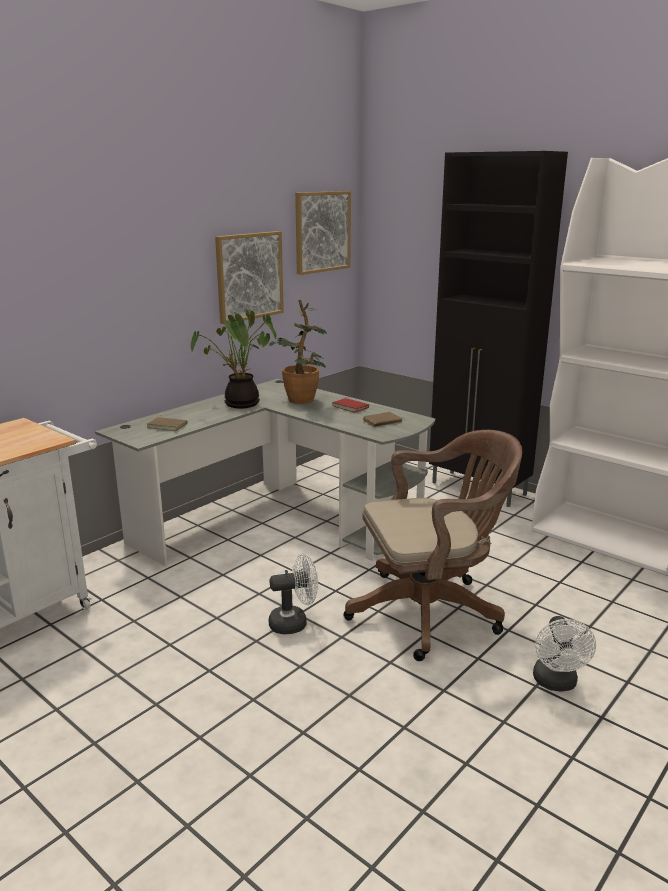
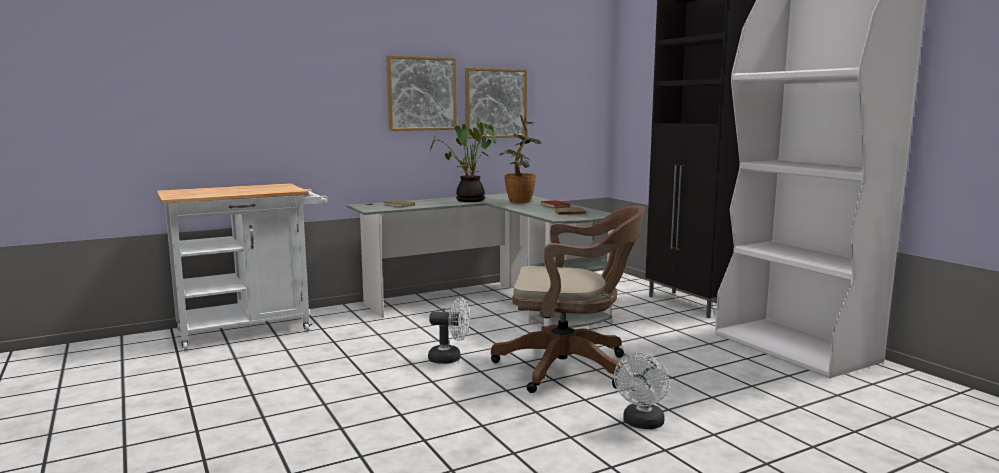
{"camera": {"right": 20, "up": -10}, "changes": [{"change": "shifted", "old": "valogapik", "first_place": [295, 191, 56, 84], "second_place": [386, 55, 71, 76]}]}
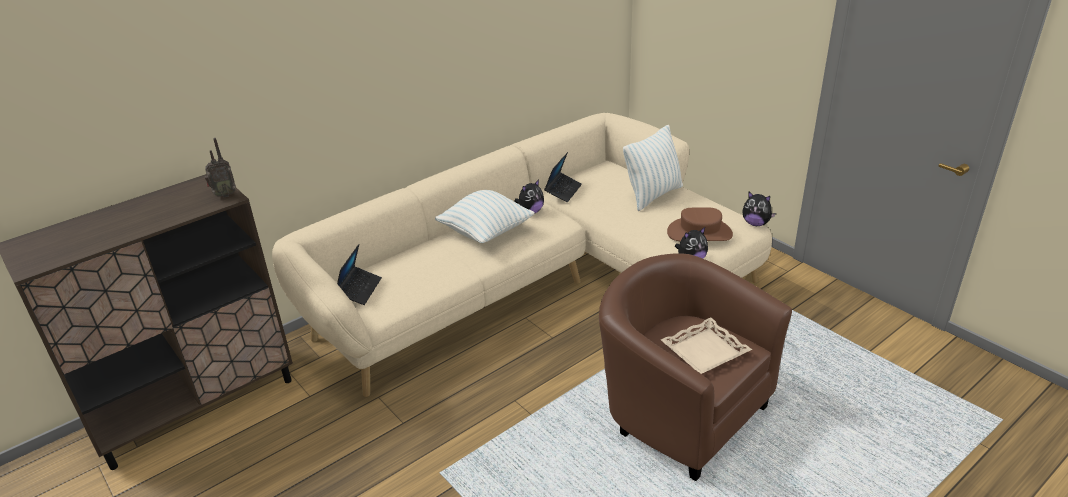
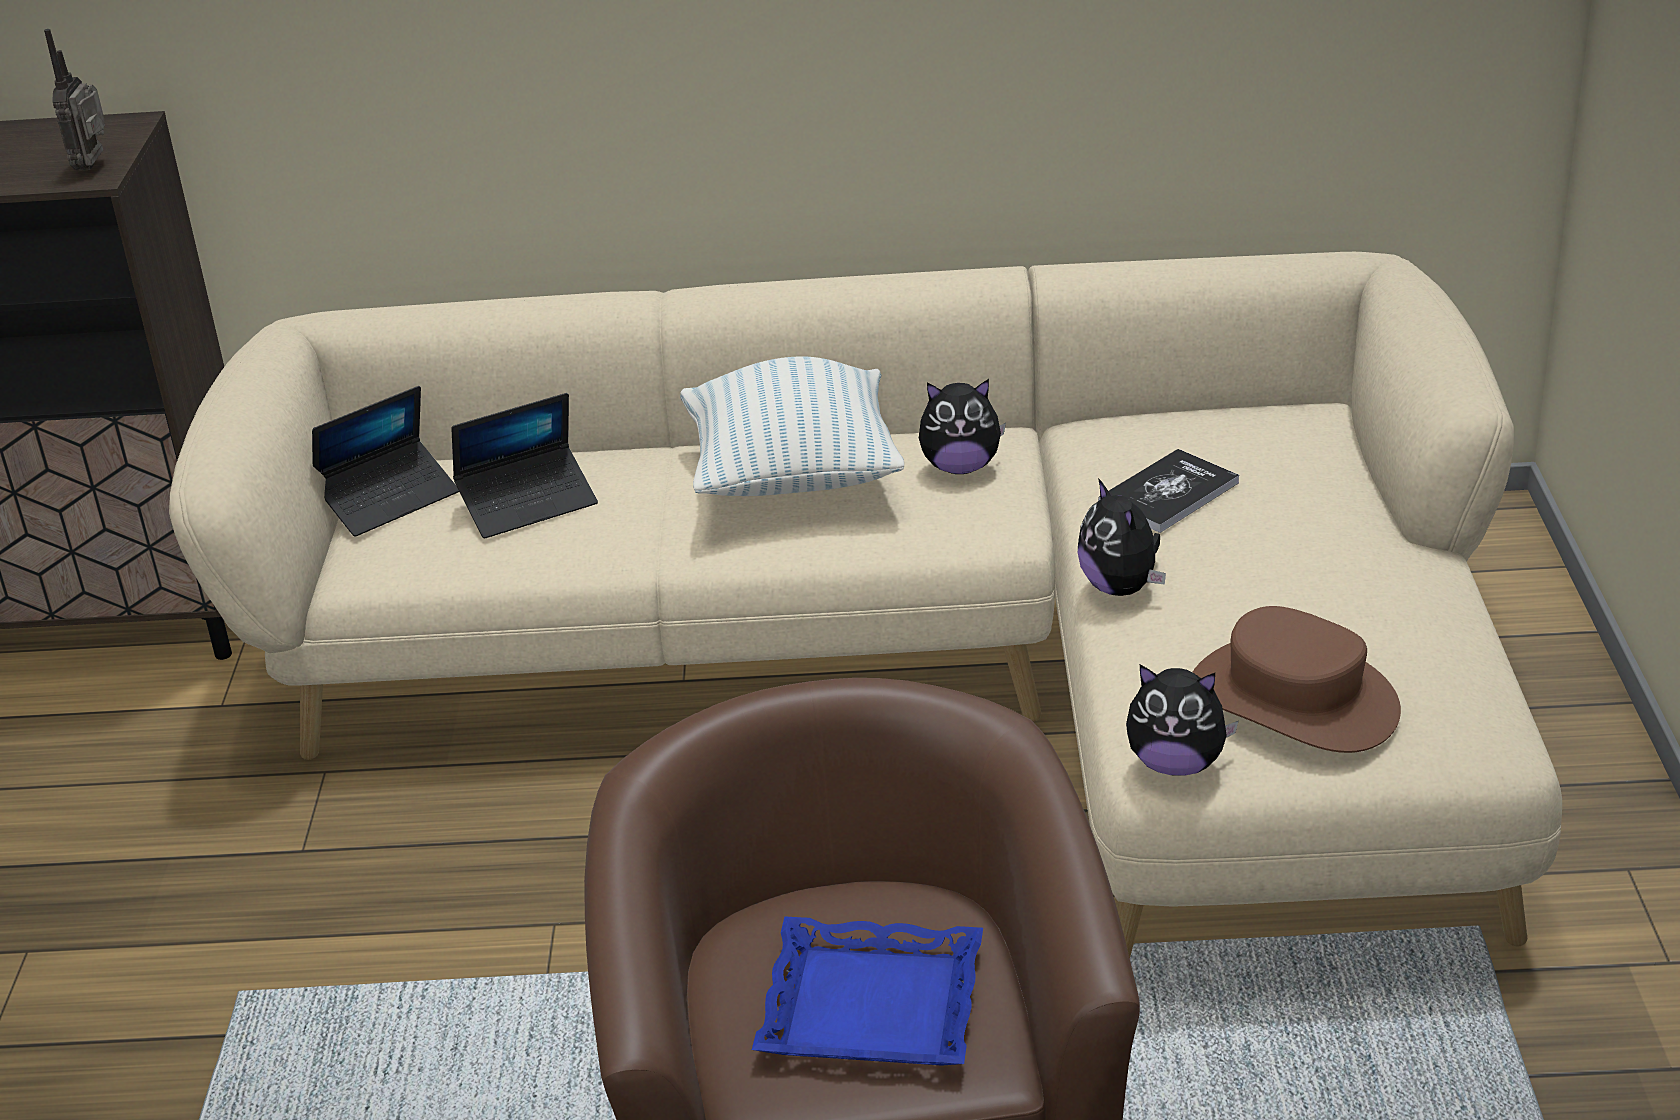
{"camera": {"right": 40, "up": 0}, "changes": [{"change": "rotated", "old": "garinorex", "first_place": [205, 138, 31, 60], "second_place": [44, 29, 61, 142], "degrees": 75}, {"change": "shifted", "old": "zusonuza", "first_place": [544, 152, 38, 50], "second_place": [452, 393, 146, 145]}, {"change": "gone", "old": "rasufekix", "first_place": [623, 125, 60, 86]}, {"change": "repainted", "old": "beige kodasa", "new": "blue kodasa", "first_place": [661, 318, 91, 56], "second_place": [752, 916, 231, 150]}, {"change": "shifted", "old": "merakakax", "first_place": [743, 192, 33, 34], "second_place": [1078, 478, 88, 118]}, {"change": "new", "new": "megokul", "second_place": [1098, 449, 141, 84]}]}
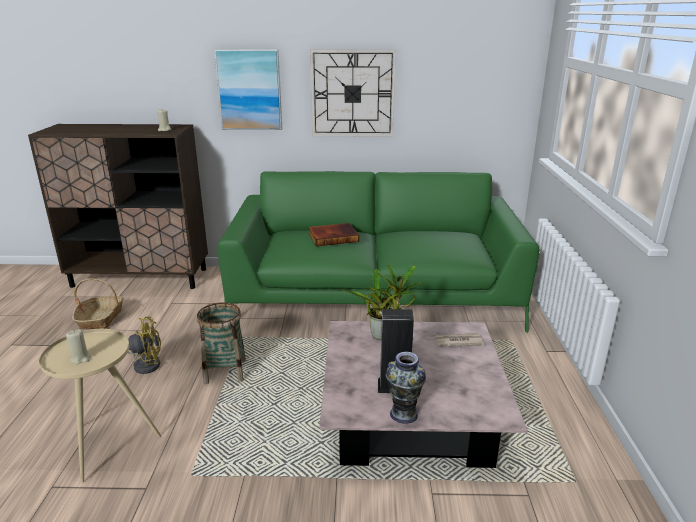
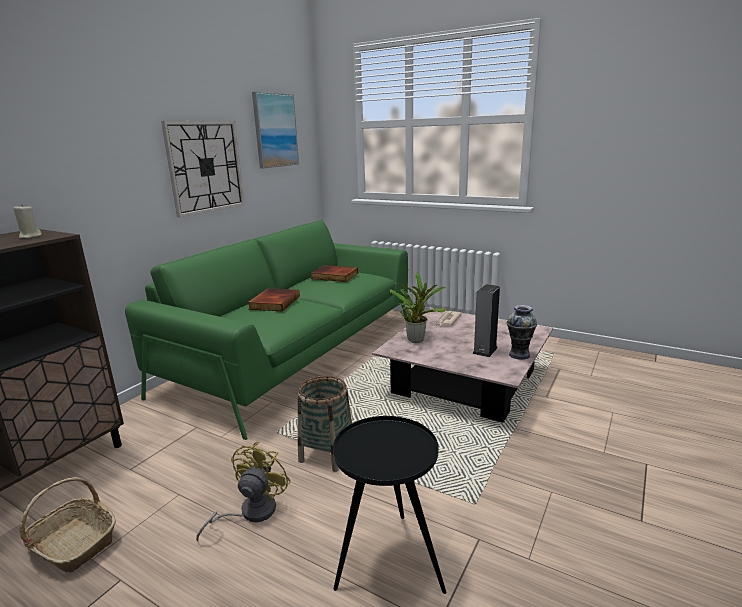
{"camera": {"right": -60, "up": -5}, "changes": [{"change": "repainted", "old": "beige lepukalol", "new": "black lepukalol", "first_place": [39, 329, 122, 154], "second_place": [333, 416, 113, 178]}, {"change": "gone", "old": "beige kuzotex", "first_place": [66, 329, 25, 35]}, {"change": "shifted", "old": "valogapik", "first_place": [214, 49, 68, 81], "second_place": [252, 92, 47, 76]}, {"change": "new", "new": "megokul", "second_place": [311, 265, 47, 17]}]}
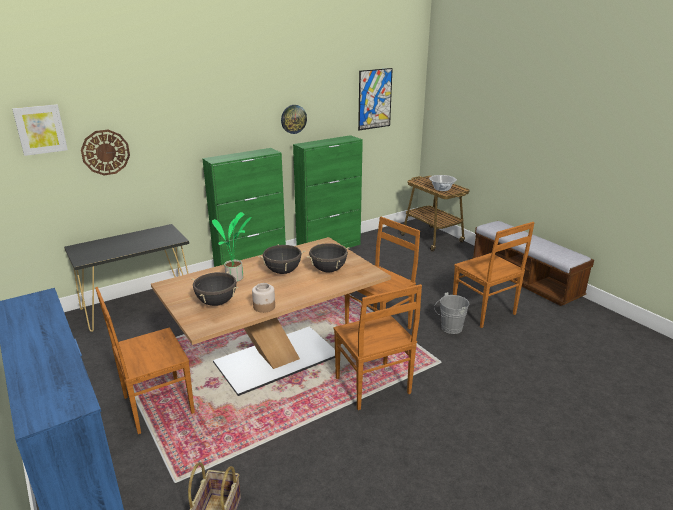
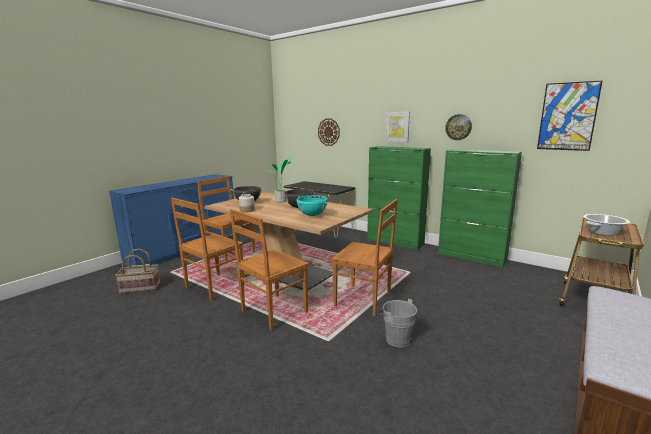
{"camera": {"right": 70, "up": -10}, "changes": [{"change": "shifted", "old": "valogapik", "first_place": [12, 104, 56, 52], "second_place": [385, 112, 25, 30]}, {"change": "repainted", "old": "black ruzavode", "new": "turquoise ruzavode", "first_place": [307, 243, 42, 29], "second_place": [296, 195, 32, 21]}, {"change": "shifted", "old": "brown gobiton", "first_place": [453, 222, 82, 106], "second_place": [171, 198, 74, 103]}]}
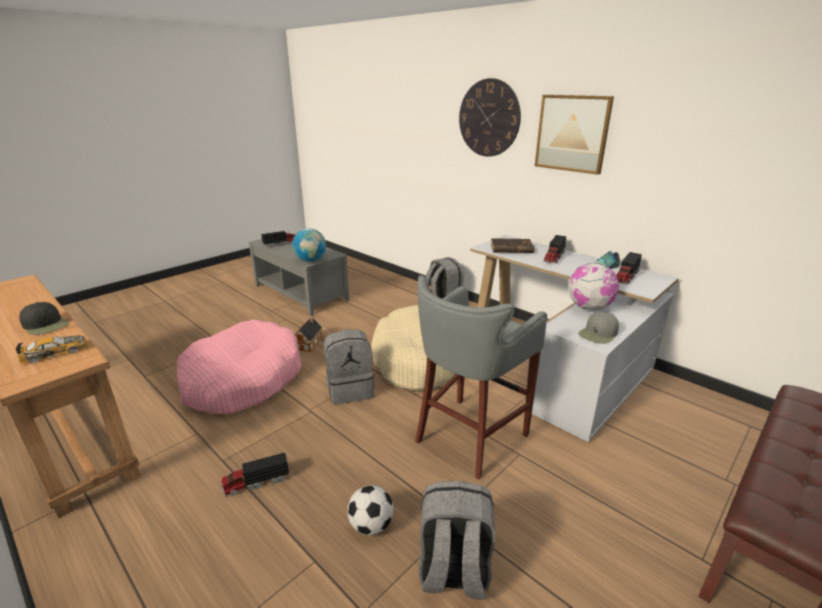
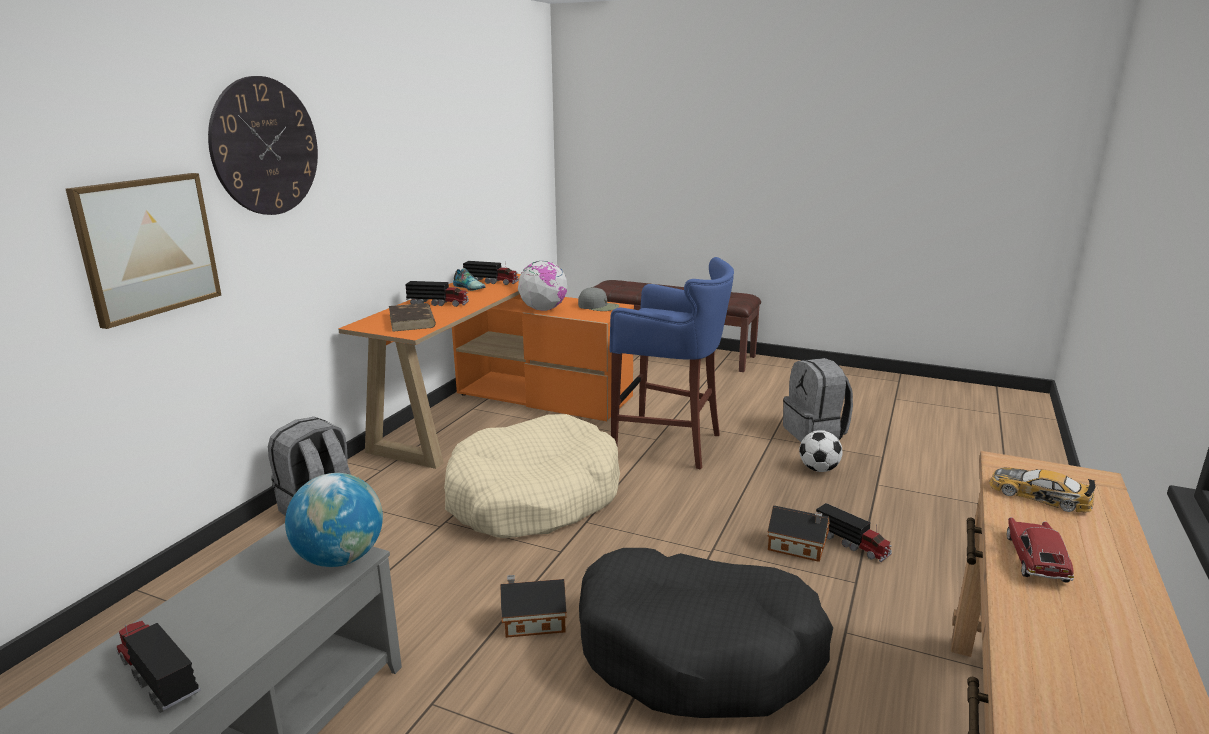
{"camera": {"right": -110, "up": -5}, "changes": [{"change": "swapped", "old": "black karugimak", "new": "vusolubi", "first_place": [19, 302, 50, 33], "second_place": [1007, 517, 67, 66]}, {"change": "repainted", "old": "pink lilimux", "new": "black lilimux", "first_place": [177, 319, 124, 95], "second_place": [579, 548, 254, 170]}, {"change": "gone", "old": "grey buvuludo", "first_place": [324, 330, 50, 75]}, {"change": "repainted", "old": "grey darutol", "new": "blue darutol", "first_place": [415, 275, 132, 205], "second_place": [610, 257, 124, 213]}, {"change": "repainted", "old": "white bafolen", "new": "orange bafolen", "first_place": [470, 235, 209, 208], "second_place": [338, 274, 296, 195]}, {"change": "shifted", "old": "valogapik", "first_place": [535, 95, 79, 80], "second_place": [66, 173, 155, 156]}, {"change": "new", "new": "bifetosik", "second_place": [767, 505, 63, 57]}]}
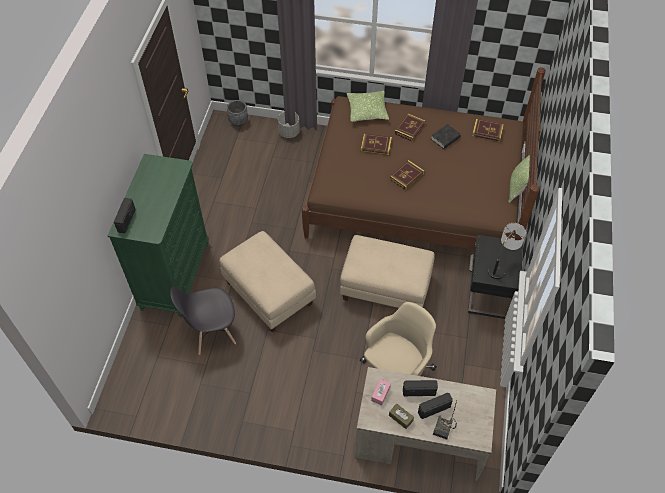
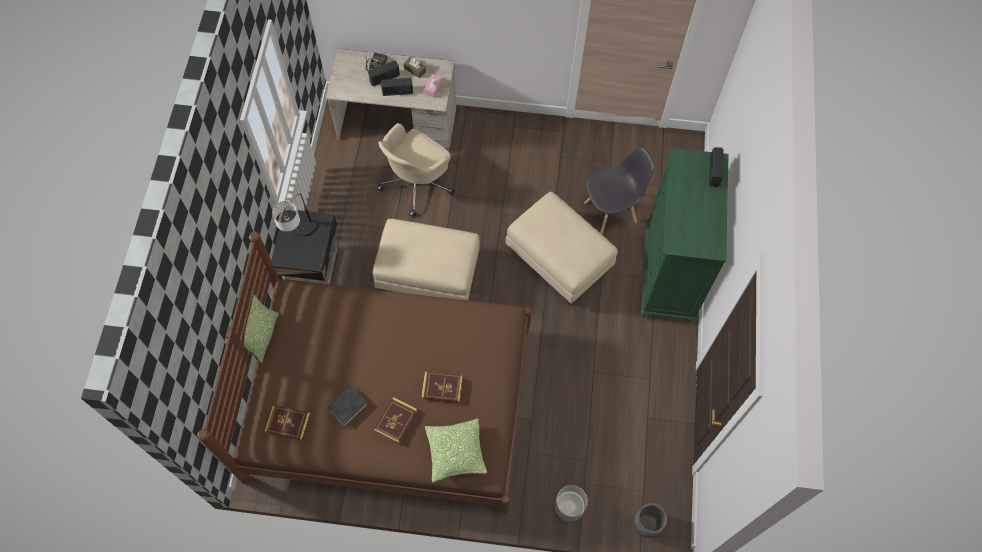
{"camera": {"right": 175, "up": 10}, "changes": [{"change": "gone", "old": "megokul", "first_place": [390, 160, 35, 30]}]}
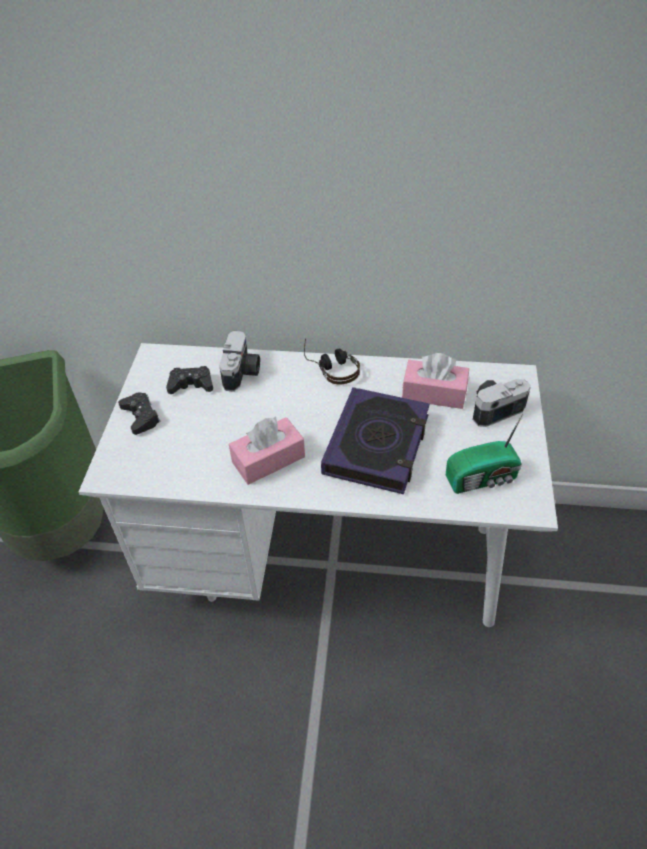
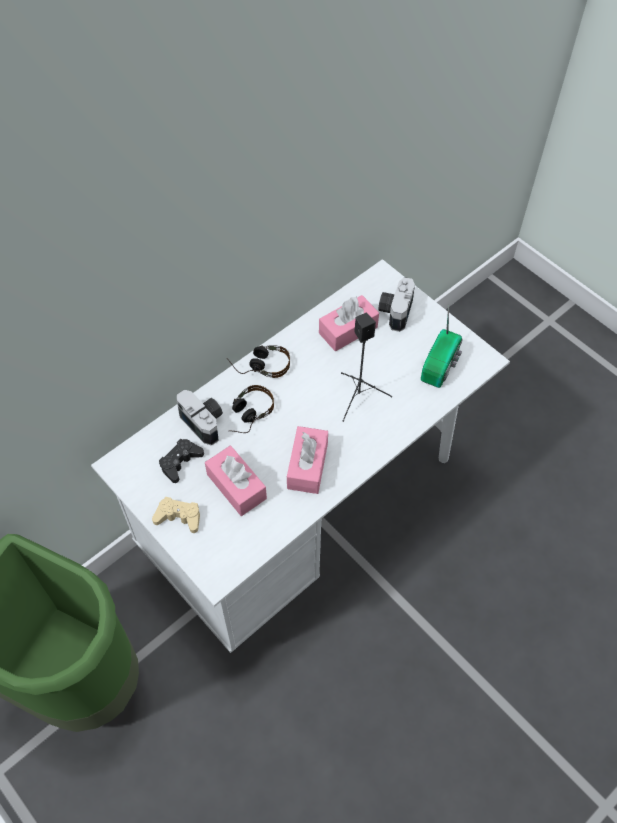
{"camera": {"right": -50, "up": 10}, "changes": [{"change": "repainted", "old": "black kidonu", "new": "beige kidonu", "first_place": [118, 392, 43, 43], "second_place": [152, 497, 48, 36]}, {"change": "swapped", "old": "megokul", "new": "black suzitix", "first_place": [321, 387, 109, 107], "second_place": [341, 313, 51, 109]}, {"change": "new", "new": "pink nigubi", "second_place": [205, 446, 62, 70]}, {"change": "new", "new": "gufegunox", "second_place": [229, 385, 45, 48]}]}
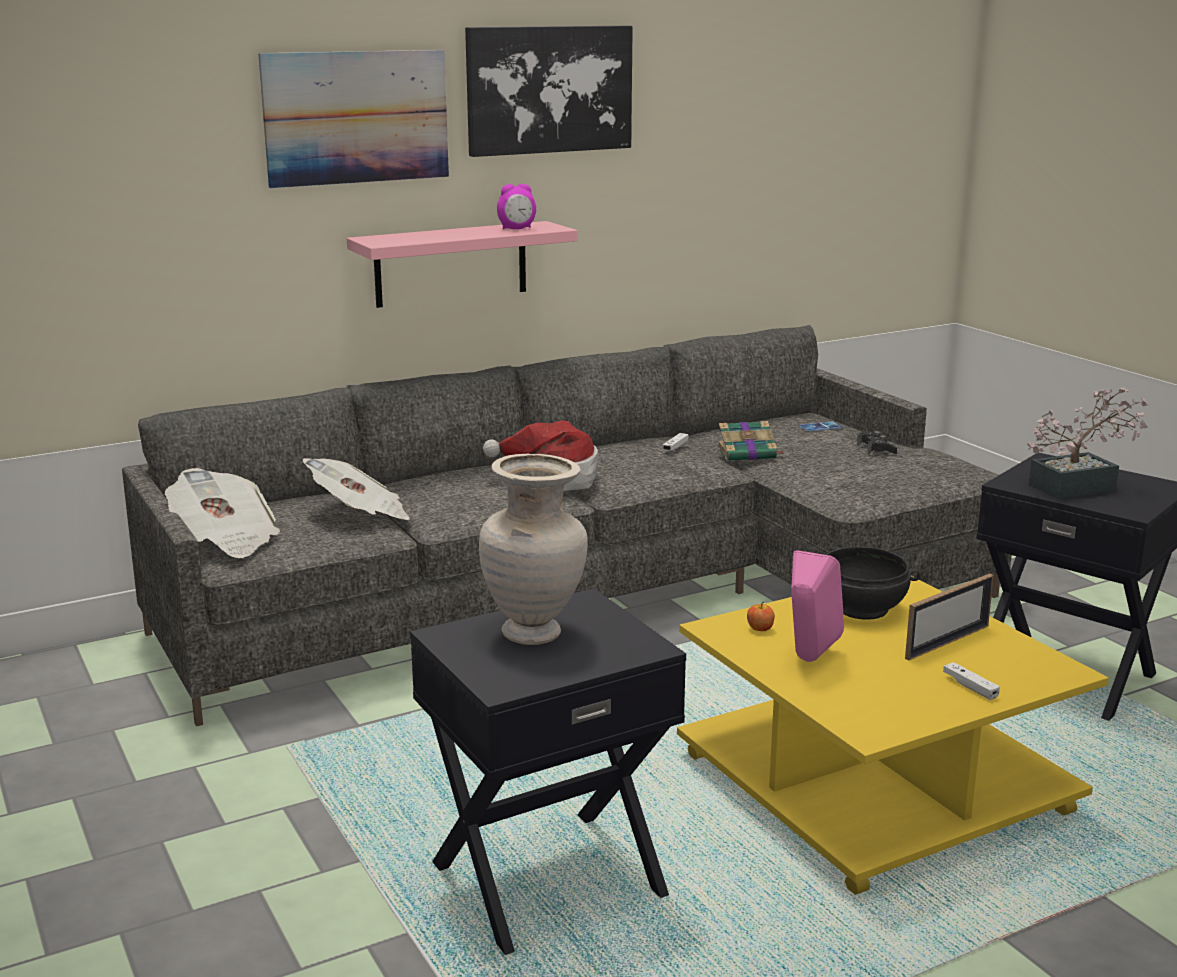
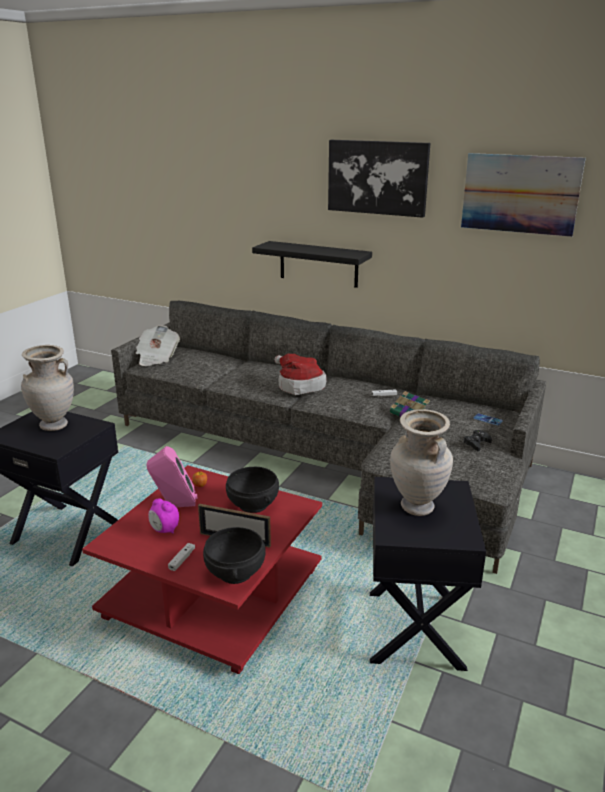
{"camera": {"right": 55, "up": 5}, "changes": [{"change": "shifted", "old": "valogapik", "first_place": [258, 50, 191, 138], "second_place": [461, 153, 125, 84]}, {"change": "gone", "old": "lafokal", "first_place": [303, 458, 107, 62]}, {"change": "repainted", "old": "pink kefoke", "new": "black kefoke", "first_place": [347, 221, 230, 87], "second_place": [252, 241, 120, 47]}, {"change": "shifted", "old": "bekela", "first_place": [497, 184, 39, 45], "second_place": [149, 498, 30, 35]}, {"change": "repainted", "old": "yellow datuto", "new": "red datuto", "first_place": [677, 576, 432, 319], "second_place": [82, 465, 240, 209]}, {"change": "swapped", "old": "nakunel", "new": "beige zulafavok", "first_place": [1027, 388, 121, 111], "second_place": [390, 409, 63, 107]}, {"change": "new", "new": "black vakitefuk", "second_place": [203, 527, 62, 57]}]}
